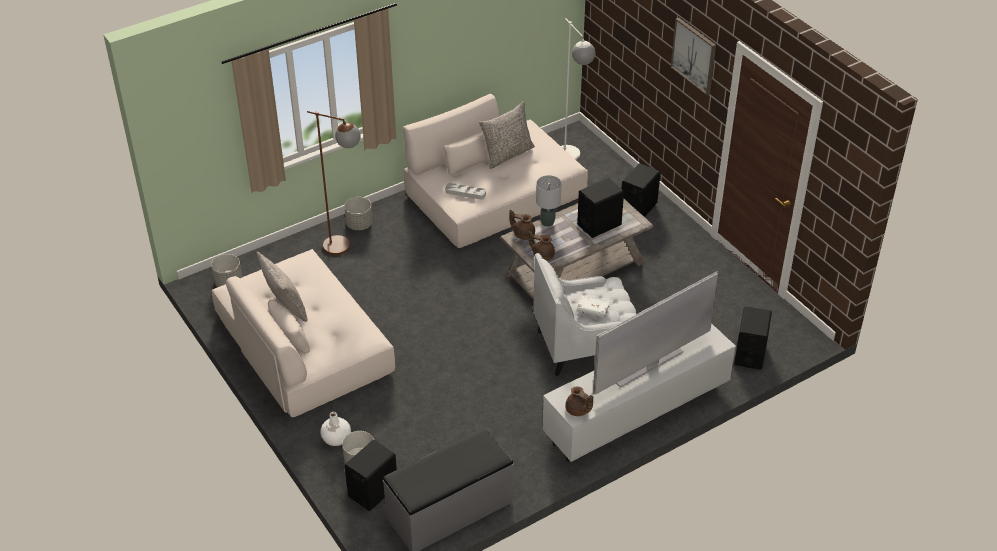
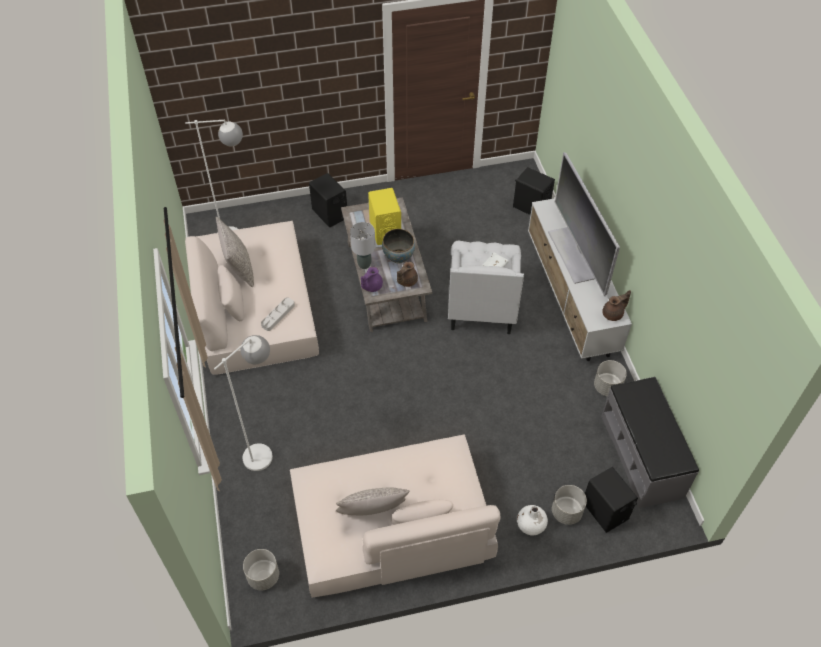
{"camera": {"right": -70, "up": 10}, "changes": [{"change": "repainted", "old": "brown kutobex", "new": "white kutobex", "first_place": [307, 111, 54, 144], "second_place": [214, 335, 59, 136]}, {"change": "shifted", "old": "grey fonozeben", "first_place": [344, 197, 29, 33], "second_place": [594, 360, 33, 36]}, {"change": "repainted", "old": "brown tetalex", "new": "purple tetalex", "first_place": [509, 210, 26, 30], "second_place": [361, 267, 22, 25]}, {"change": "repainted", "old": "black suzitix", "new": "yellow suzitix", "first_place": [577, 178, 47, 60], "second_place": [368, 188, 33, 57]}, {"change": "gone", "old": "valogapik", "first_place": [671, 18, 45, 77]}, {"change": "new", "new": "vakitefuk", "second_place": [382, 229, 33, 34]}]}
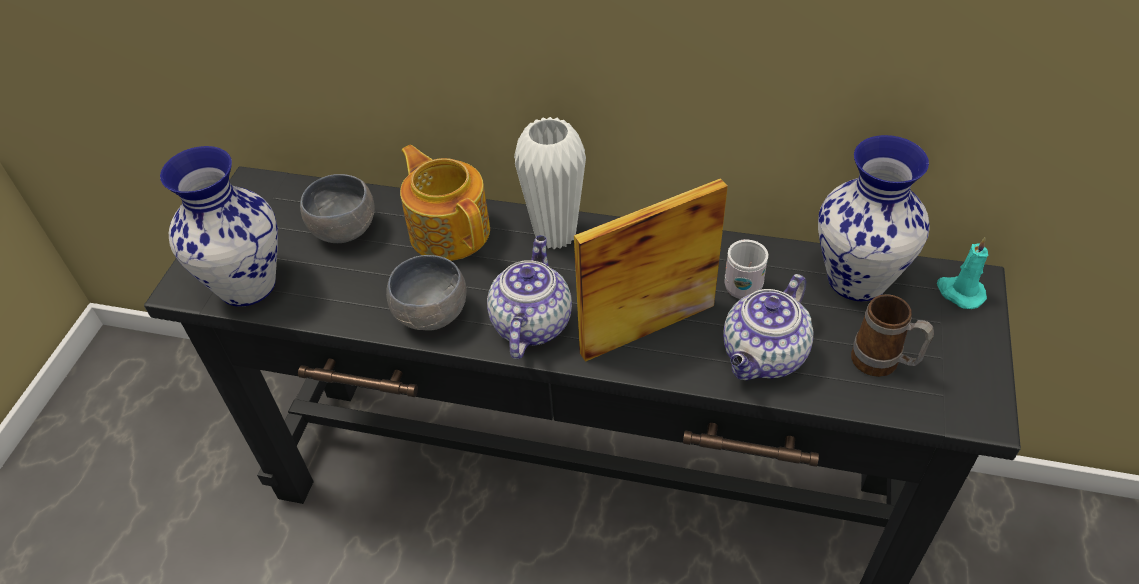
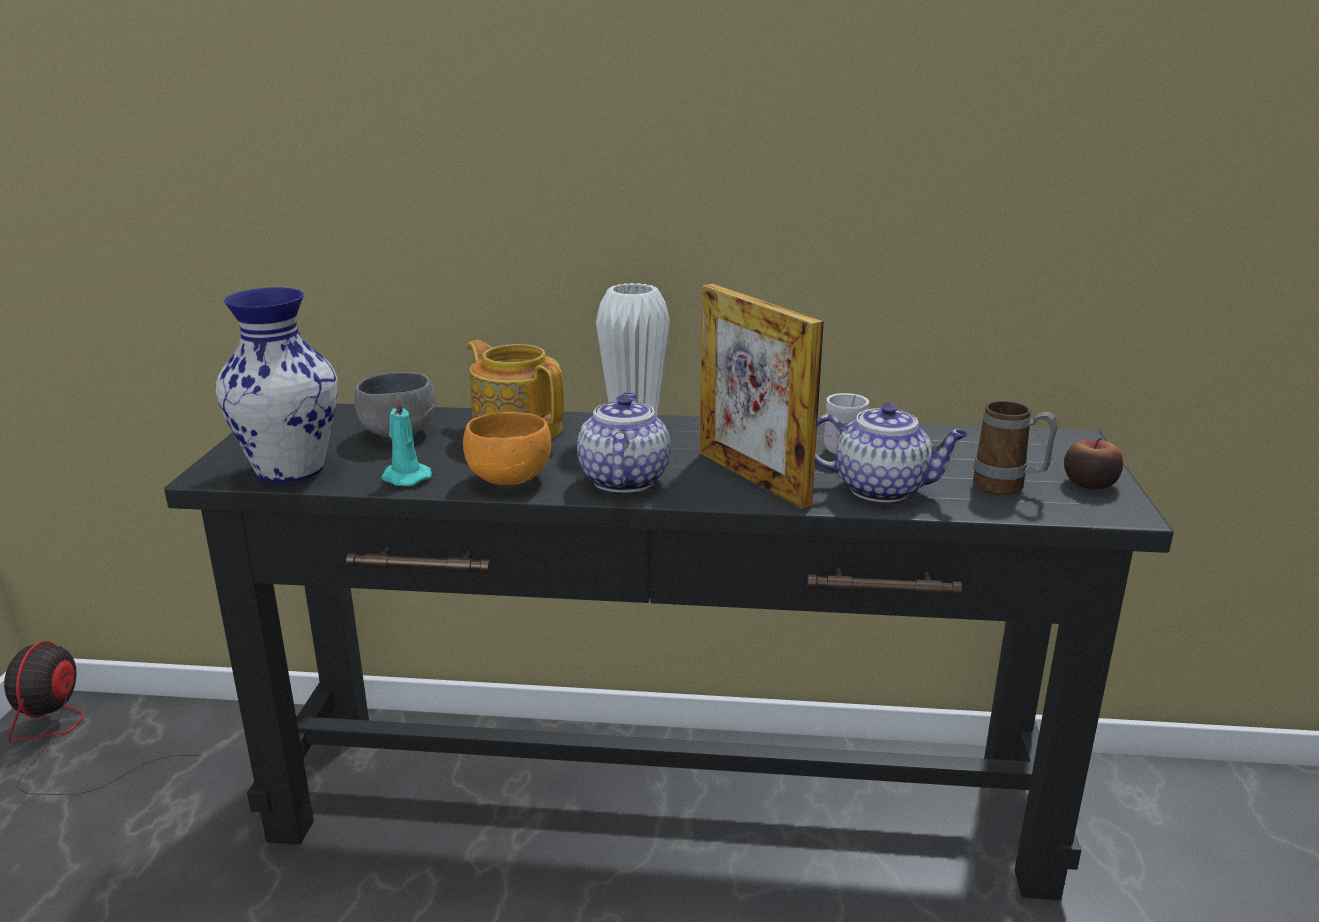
{"camera": {"right": -10, "up": -25}, "changes": [{"change": "repainted", "old": "grey vakitefuk", "new": "orange vakitefuk", "first_place": [386, 255, 80, 76], "second_place": [463, 412, 88, 73]}, {"change": "rotated", "old": "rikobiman", "first_place": [574, 178, 154, 184], "second_place": [700, 284, 124, 225], "degrees": -90}, {"change": "rotated", "old": "tetalex", "first_place": [723, 274, 90, 106], "second_place": [815, 403, 153, 99], "degrees": -105}, {"change": "gone", "old": "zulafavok", "first_place": [818, 135, 111, 166]}, {"change": "shifted", "old": "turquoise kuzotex", "first_place": [937, 237, 51, 72], "second_place": [381, 394, 51, 92]}, {"change": "new", "new": "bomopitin", "second_place": [4, 641, 198, 154]}, {"change": "new", "new": "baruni", "second_place": [1064, 438, 59, 51]}]}
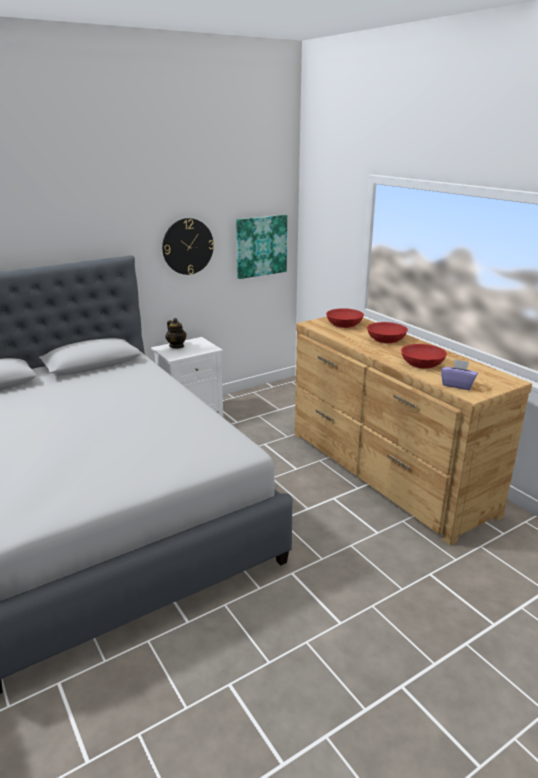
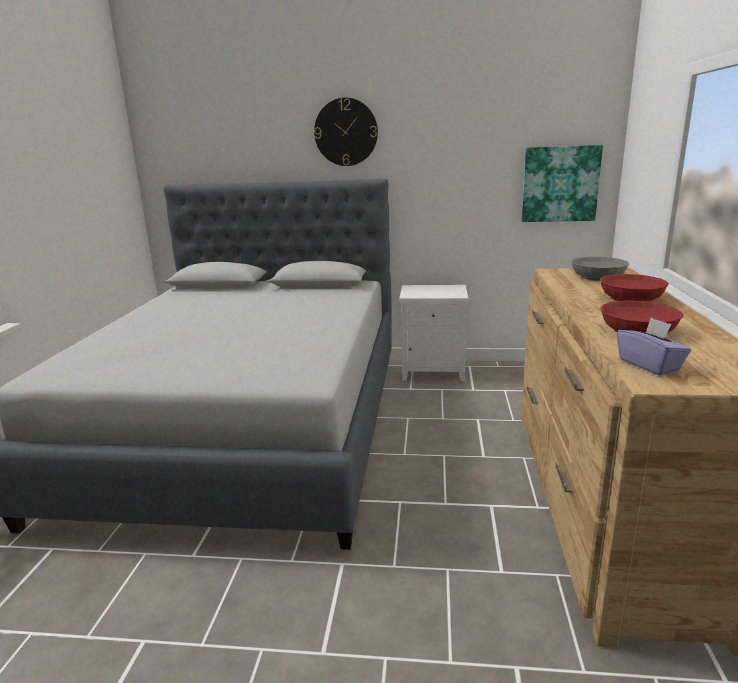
{"camera": {"right": 40, "up": -5}, "changes": [{"change": "shifted", "old": "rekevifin", "first_place": [162, 218, 52, 57], "second_place": [314, 98, 64, 68]}, {"change": "gone", "old": "tetalex", "first_place": [166, 318, 21, 30]}, {"change": "repainted", "old": "red vakitefuk", "new": "grey vakitefuk", "first_place": [326, 308, 38, 20], "second_place": [571, 257, 58, 24]}]}
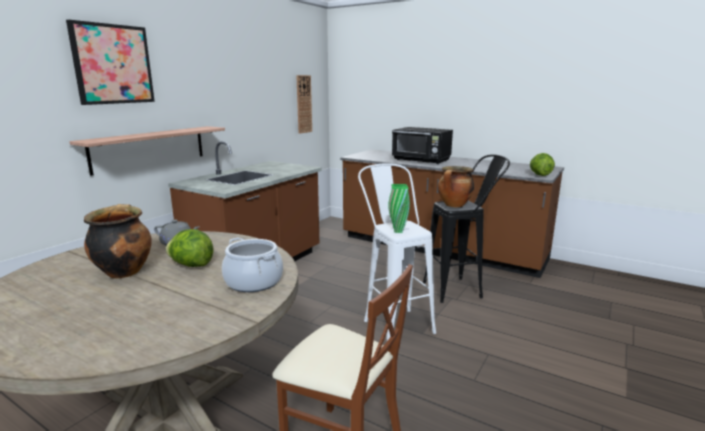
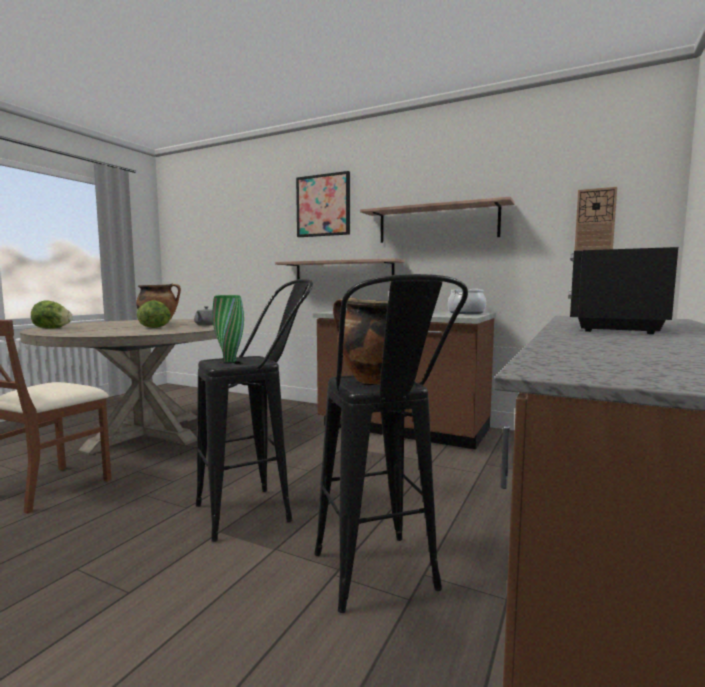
{"camera": {"right": 85, "up": -10}, "changes": [{"change": "shifted", "old": "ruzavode", "first_place": [222, 237, 61, 55], "second_place": [448, 289, 38, 25]}, {"change": "repainted", "old": "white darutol", "new": "black darutol", "first_place": [358, 163, 78, 178], "second_place": [196, 279, 117, 263]}, {"change": "shifted", "old": "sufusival", "first_place": [530, 153, 25, 23], "second_place": [31, 300, 42, 29]}, {"change": "new", "new": "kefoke", "second_place": [360, 197, 155, 46]}]}
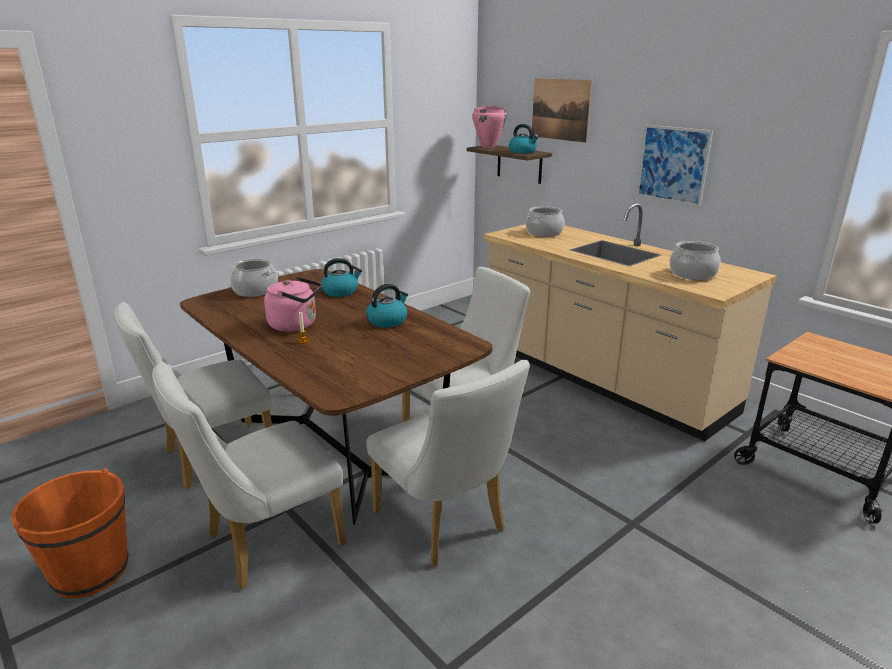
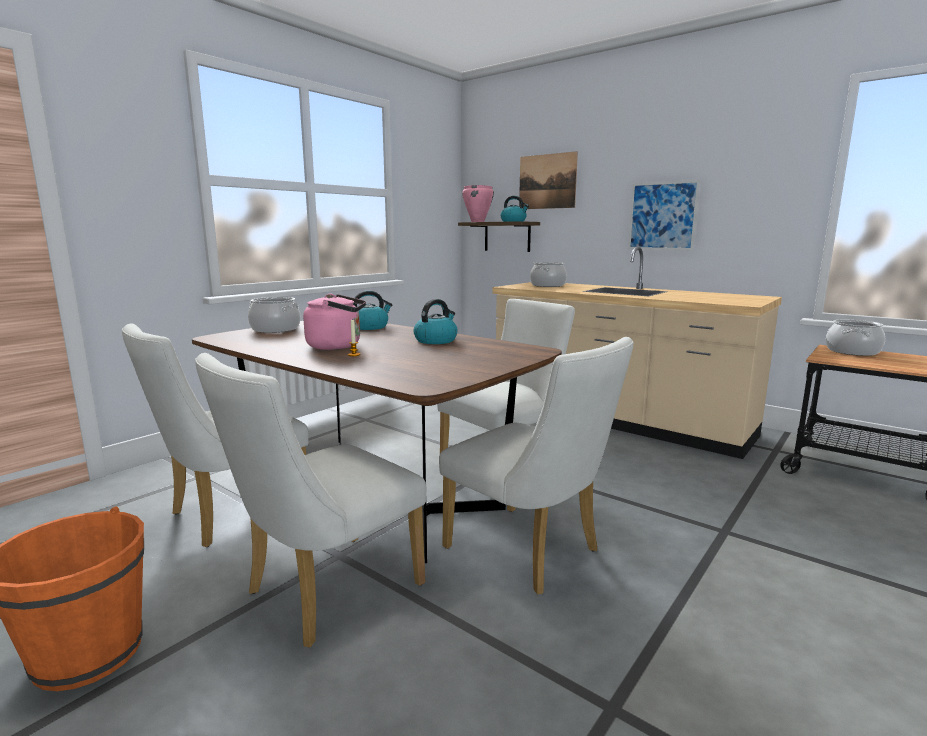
{"camera": {"right": -10, "up": -10}, "changes": [{"change": "shifted", "old": "ruzavode", "first_place": [669, 241, 52, 39], "second_place": [826, 320, 59, 36]}]}
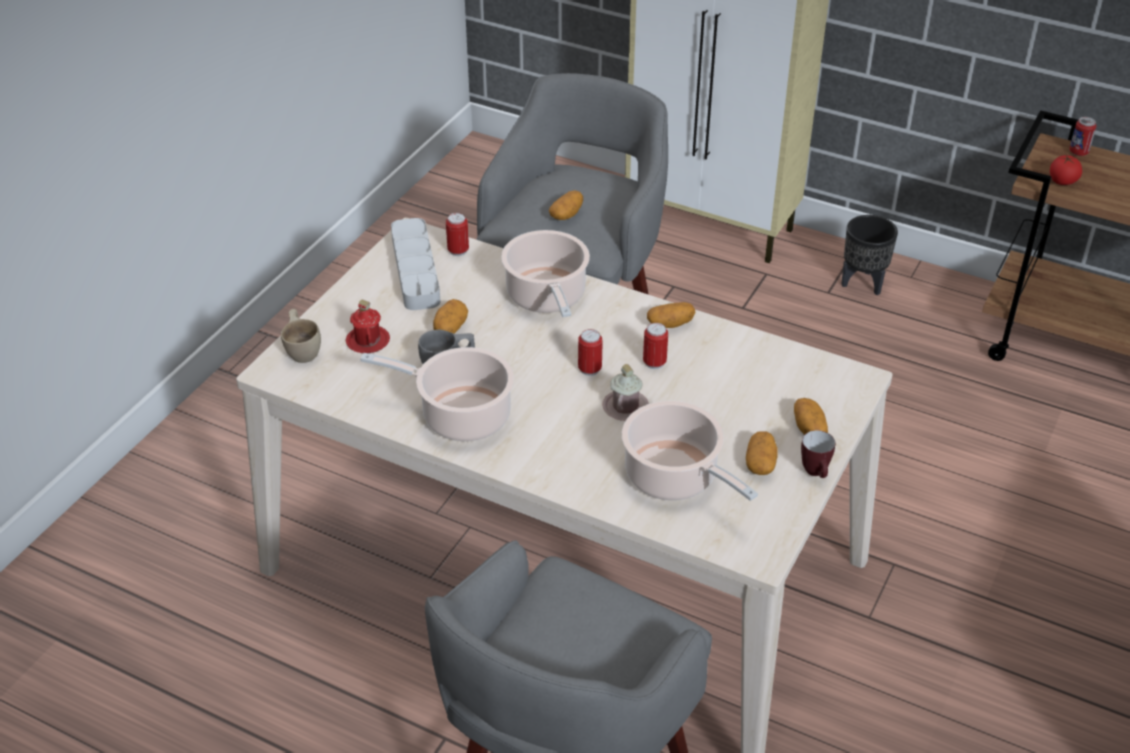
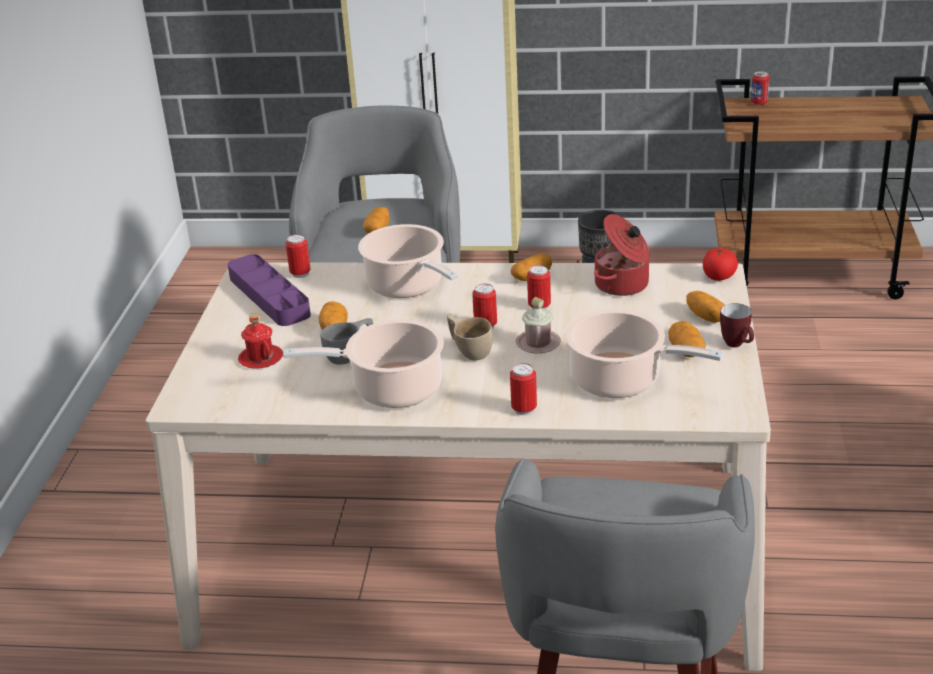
{"camera": {"right": -20, "up": -10}, "changes": [{"change": "shifted", "old": "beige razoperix", "first_place": [281, 309, 40, 54], "second_place": [447, 313, 46, 48]}, {"change": "repainted", "old": "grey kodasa", "new": "purple kodasa", "first_place": [391, 218, 49, 92], "second_place": [228, 254, 83, 72]}, {"change": "shifted", "old": "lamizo", "first_place": [1050, 155, 32, 30], "second_place": [703, 248, 35, 33]}, {"change": "new", "new": "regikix", "second_place": [510, 363, 27, 52]}, {"change": "new", "new": "ruzavode", "second_place": [594, 214, 56, 82]}]}
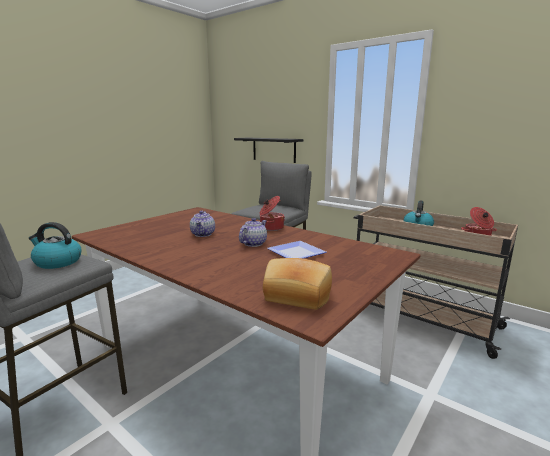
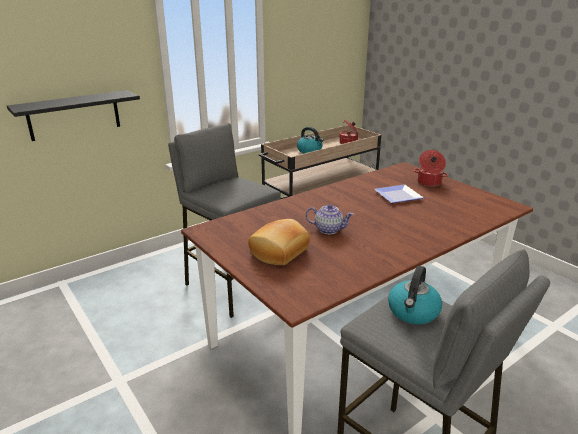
{"camera": {"right": -75, "up": 10}, "changes": [{"change": "gone", "old": "tetalex", "first_place": [239, 218, 28, 29]}, {"change": "shifted", "old": "ruzavode", "first_place": [260, 196, 25, 35], "second_place": [414, 150, 34, 37]}, {"change": "shifted", "old": "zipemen", "first_place": [263, 258, 69, 52], "second_place": [248, 219, 62, 46]}]}
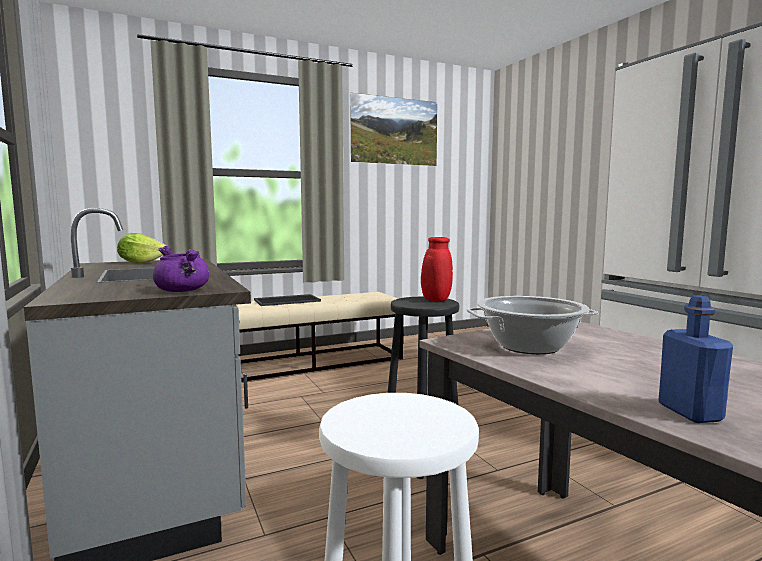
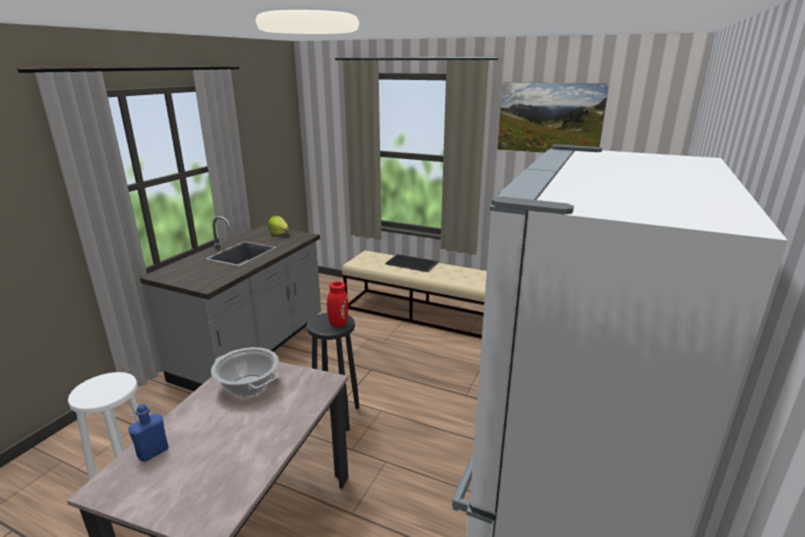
{"camera": {"right": 50, "up": 15}, "changes": [{"change": "gone", "old": "purple ruzavode", "first_place": [153, 246, 56, 46]}]}
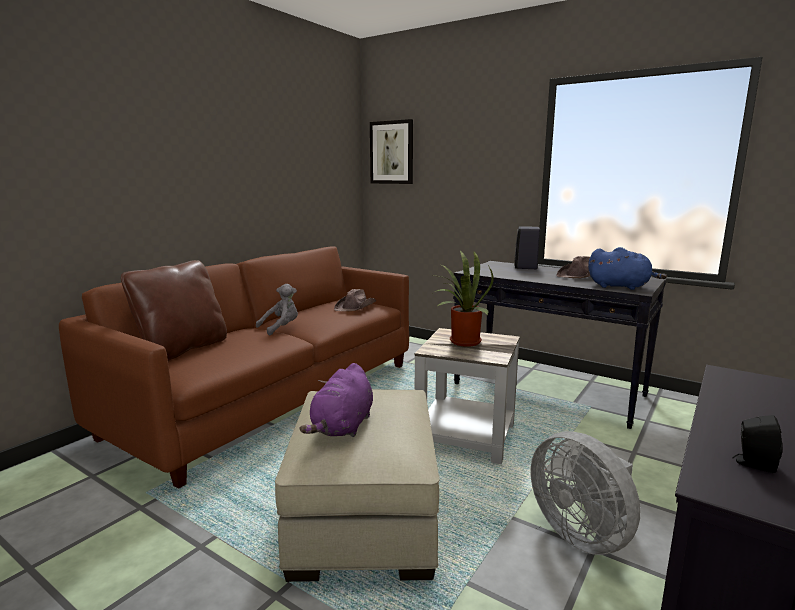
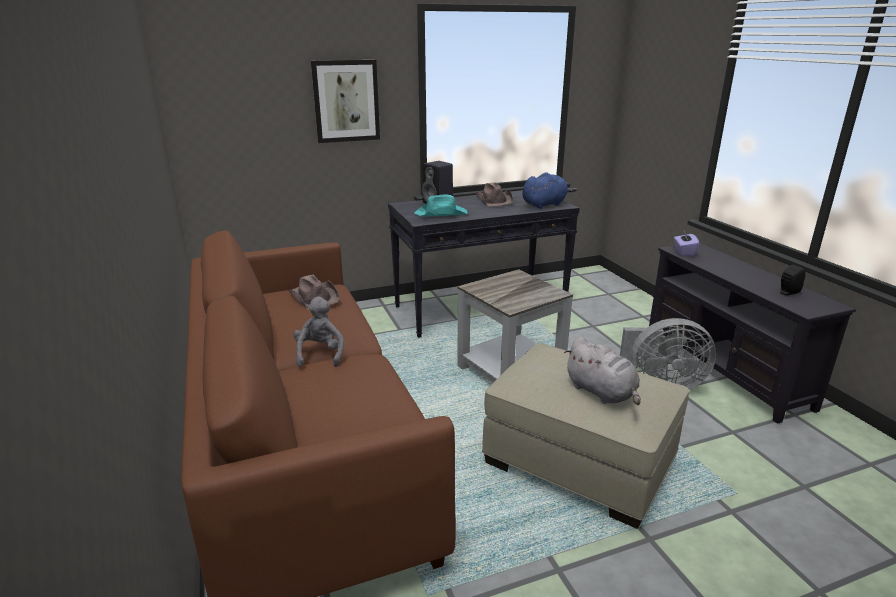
{"camera": {"right": -55, "up": 10}, "changes": [{"change": "gone", "old": "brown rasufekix", "first_place": [121, 260, 106, 101]}, {"change": "repainted", "old": "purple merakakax", "new": "grey merakakax", "first_place": [299, 363, 74, 74], "second_place": [564, 337, 77, 68]}, {"change": "shifted", "old": "valogapik", "first_place": [370, 119, 43, 65], "second_place": [311, 60, 69, 83]}, {"change": "gone", "old": "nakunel", "first_place": [431, 250, 63, 97]}, {"change": "new", "new": "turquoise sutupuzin", "second_place": [414, 195, 54, 22]}, {"change": "new", "new": "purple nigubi", "second_place": [674, 231, 25, 25]}]}
